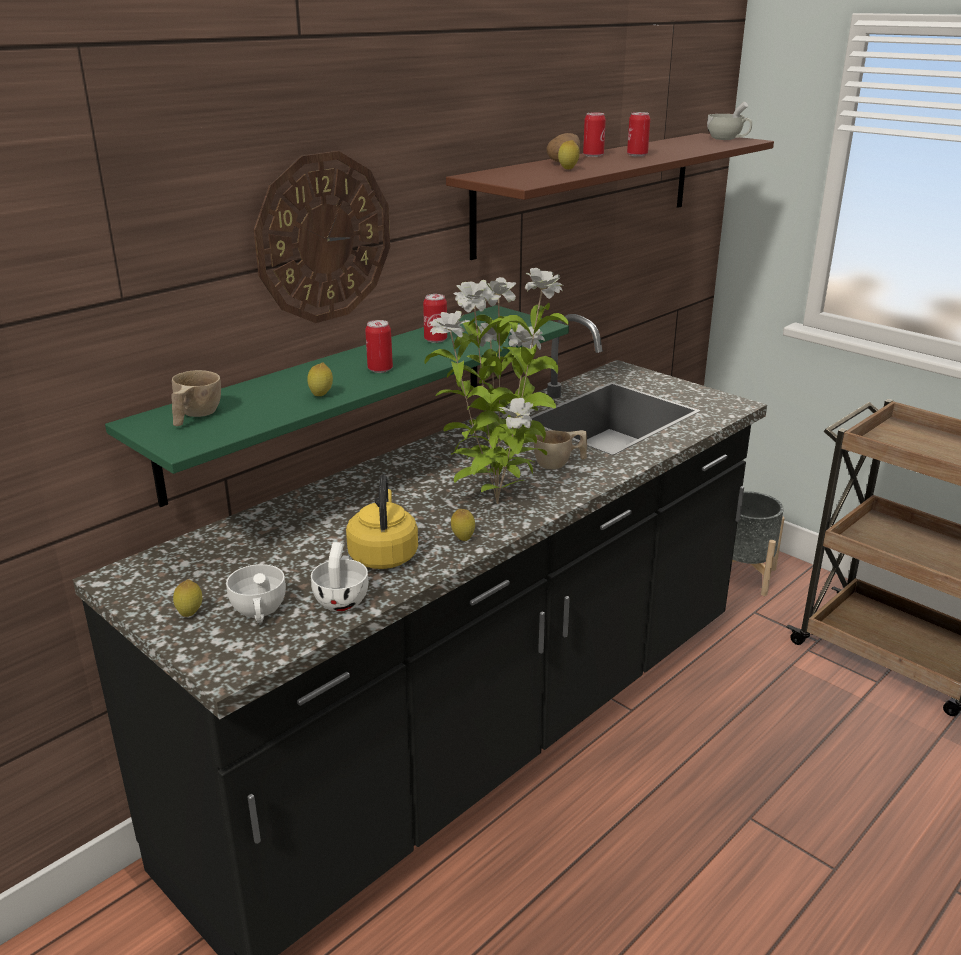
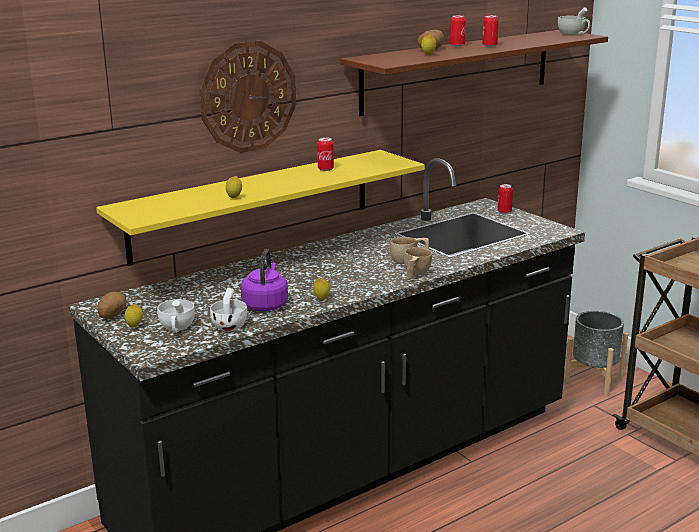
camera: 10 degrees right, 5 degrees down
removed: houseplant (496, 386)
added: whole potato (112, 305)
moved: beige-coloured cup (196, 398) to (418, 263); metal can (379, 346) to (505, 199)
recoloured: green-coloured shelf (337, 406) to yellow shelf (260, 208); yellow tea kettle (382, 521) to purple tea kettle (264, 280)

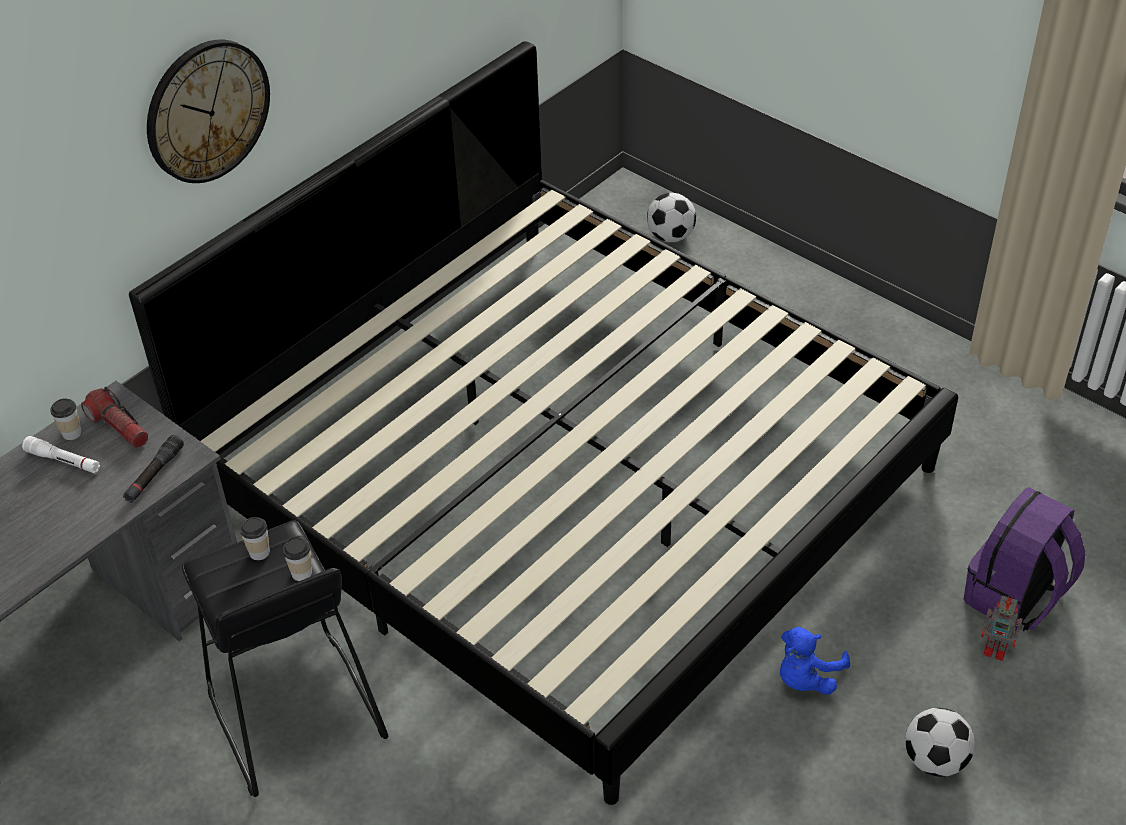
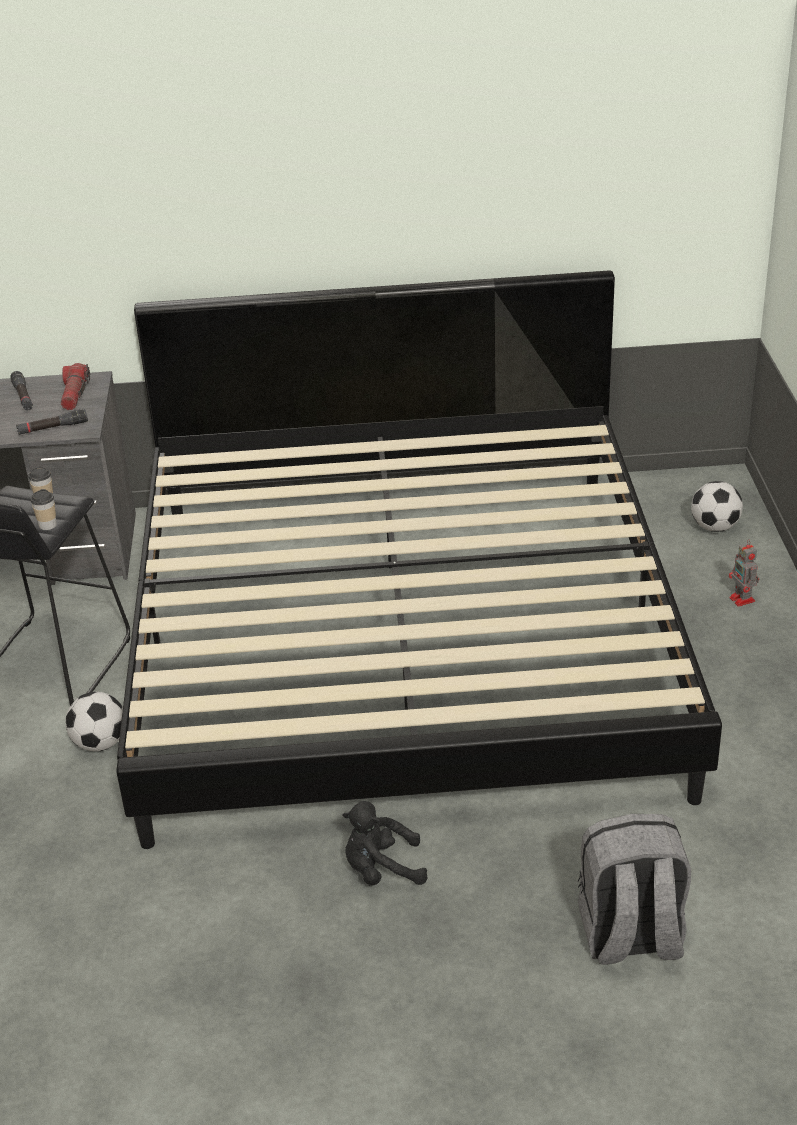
camera: 45 degrees right, 10 degrees down
removed: cup (66, 419); clock on the wall (208, 111)
moved: ball for football (940, 742) to (94, 722); toy robot (1002, 628) to (744, 573)
recoloured: whitish flashlight (61, 454) to black-coloured flashlight (21, 390); bluish cuddly toy (815, 661) to black-coloured cuddly toy (385, 843); purple knapsack (1025, 559) to greyish knapsack (634, 889)

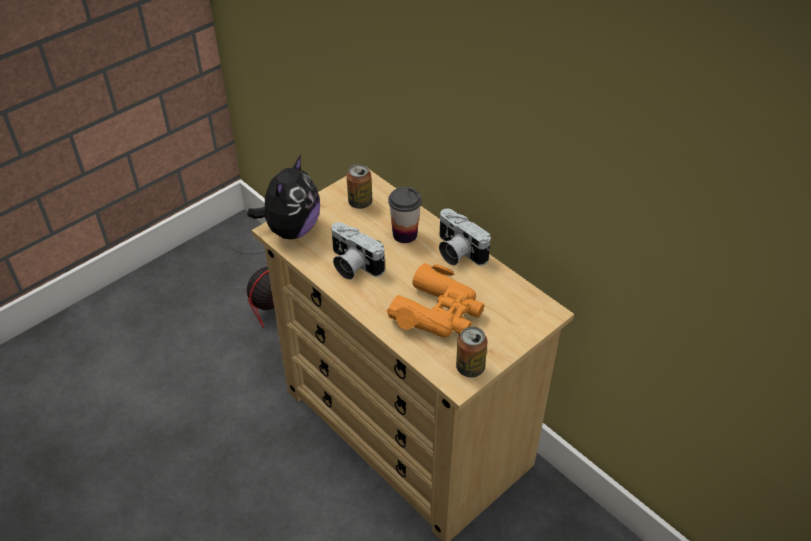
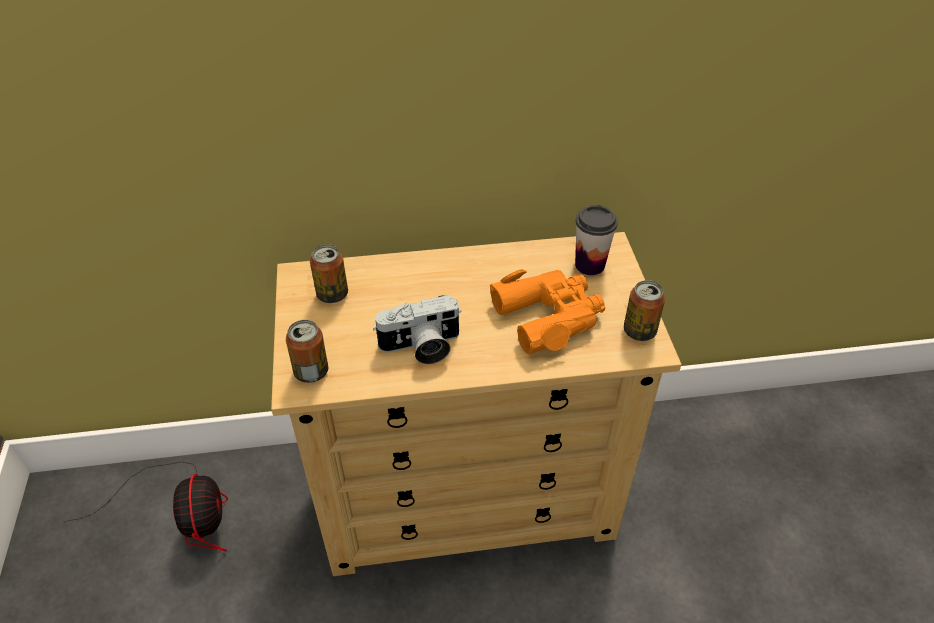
camera: 55 degrees left, 0 degrees up
removed: photo camera (465, 237)
moved: cup (405, 215) to (596, 240)
replaced: cuddly toy (283, 197) to metal can (307, 351)

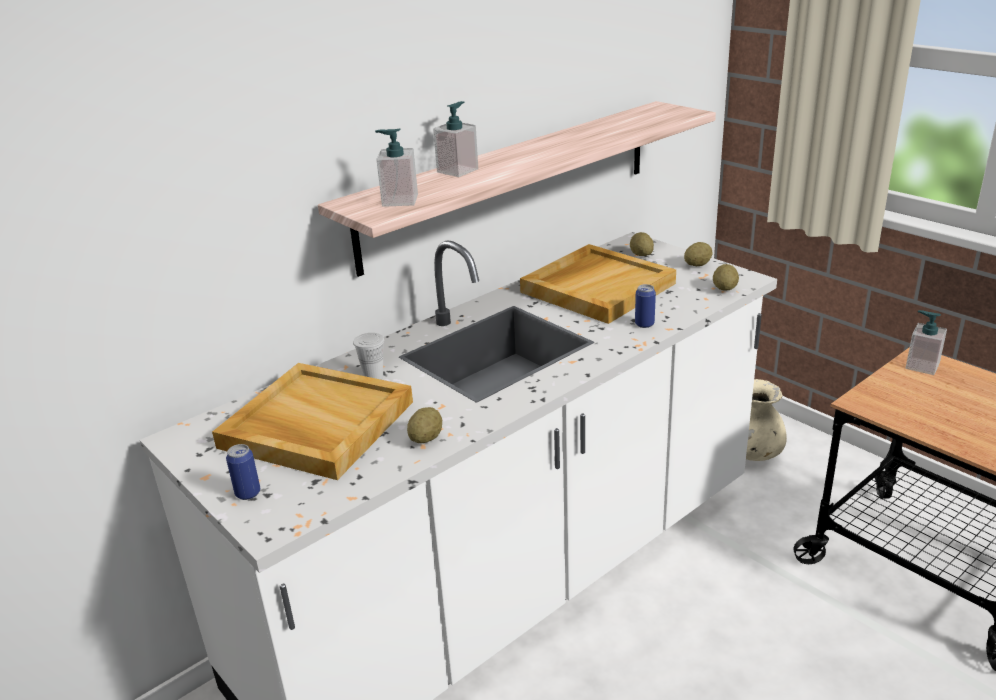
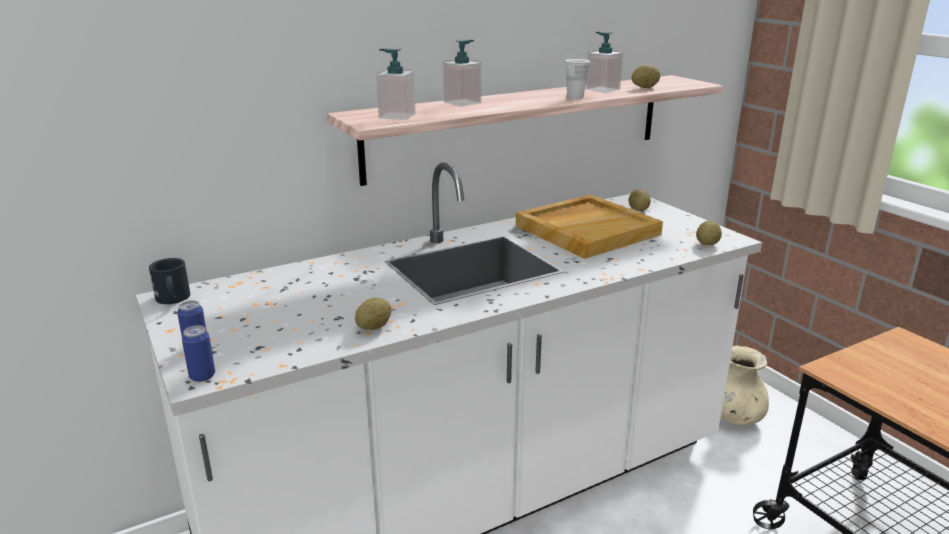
camera: 10 degrees right, 5 degrees down
removed: beige-coloured serving tray (312, 421)
added: black-coloured mug (169, 281)
moved: whitish cup (368, 356) to (577, 79); metal can (645, 306) to (198, 353); whole potato (698, 254) to (646, 76); liquid soap bottle (926, 342) to (604, 62)

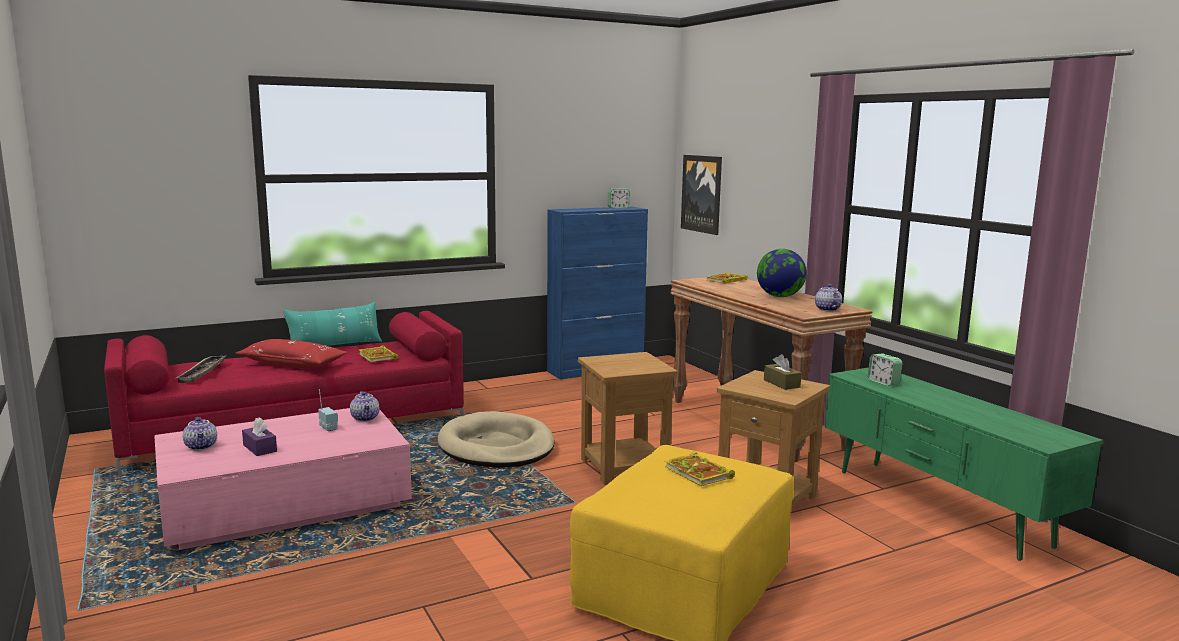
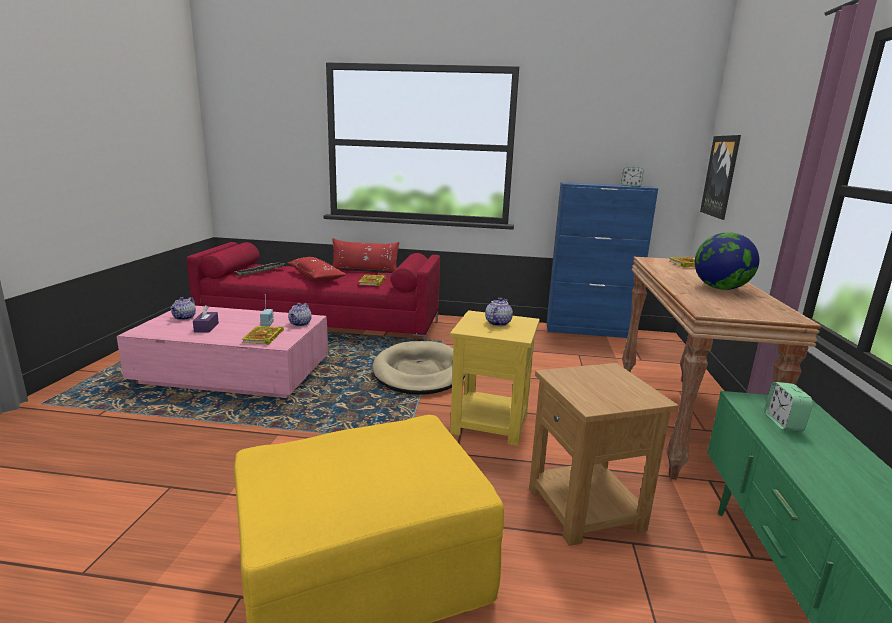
camera: 35 degrees right, 5 degrees up
removed: brown-coloured tissue box (783, 372)
moved: volume (699, 469) to (262, 335); pot for tea (828, 297) to (499, 312)
recoloured: turquoise throw pillow (332, 324) to red throw pillow (365, 255); brown-coloured side table (628, 418) to yellow side table (495, 378)

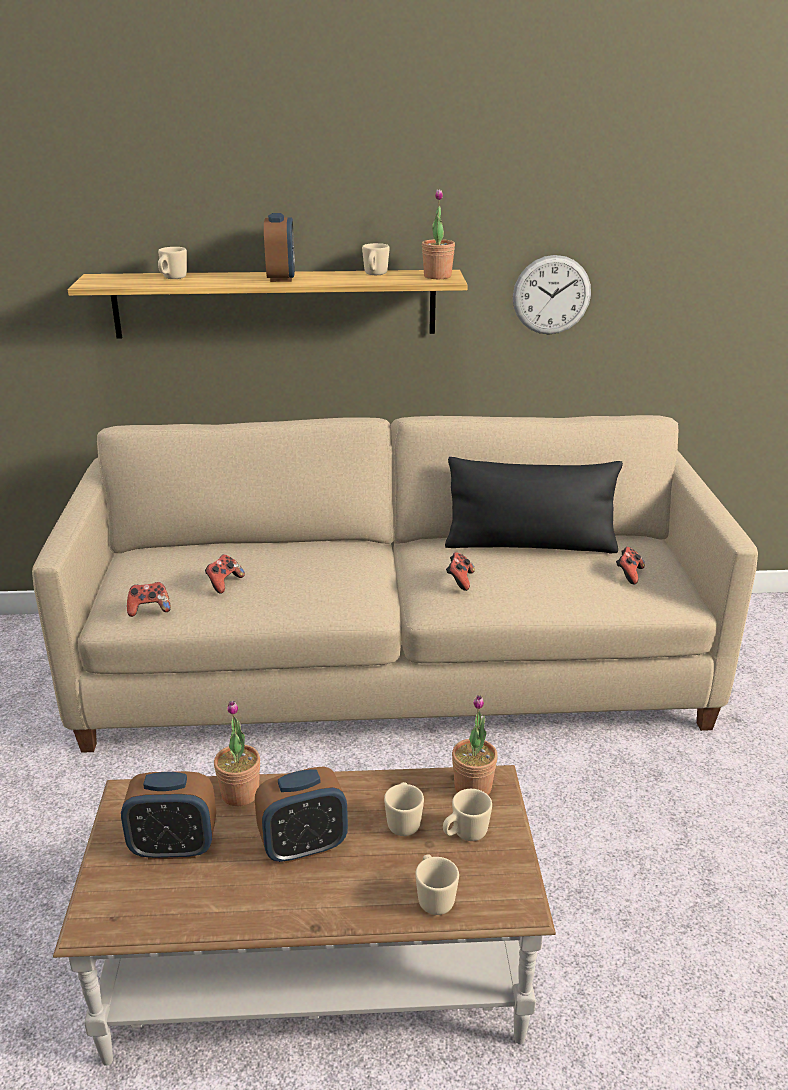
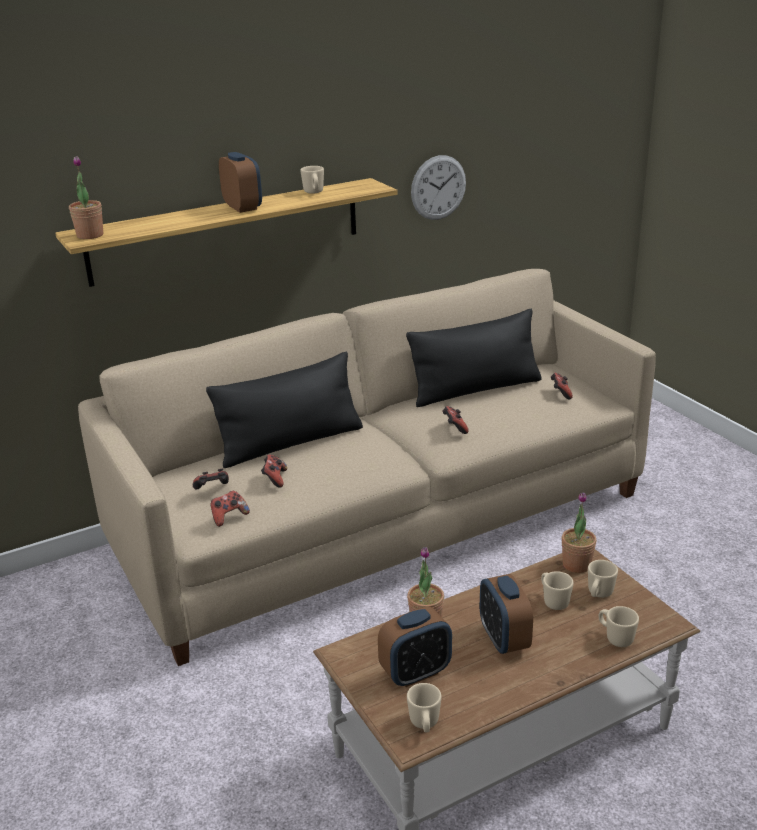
camera: 25 degrees left, 0 degrees up
added: game controller (211, 478); black-coloured throw pillow (284, 410)
moved: beige-coloured mug (172, 263) to (424, 707); houseplant (438, 234) to (86, 197)
turned: bedside clock (301, 814) = (506, 614) 120 degrees clockwise

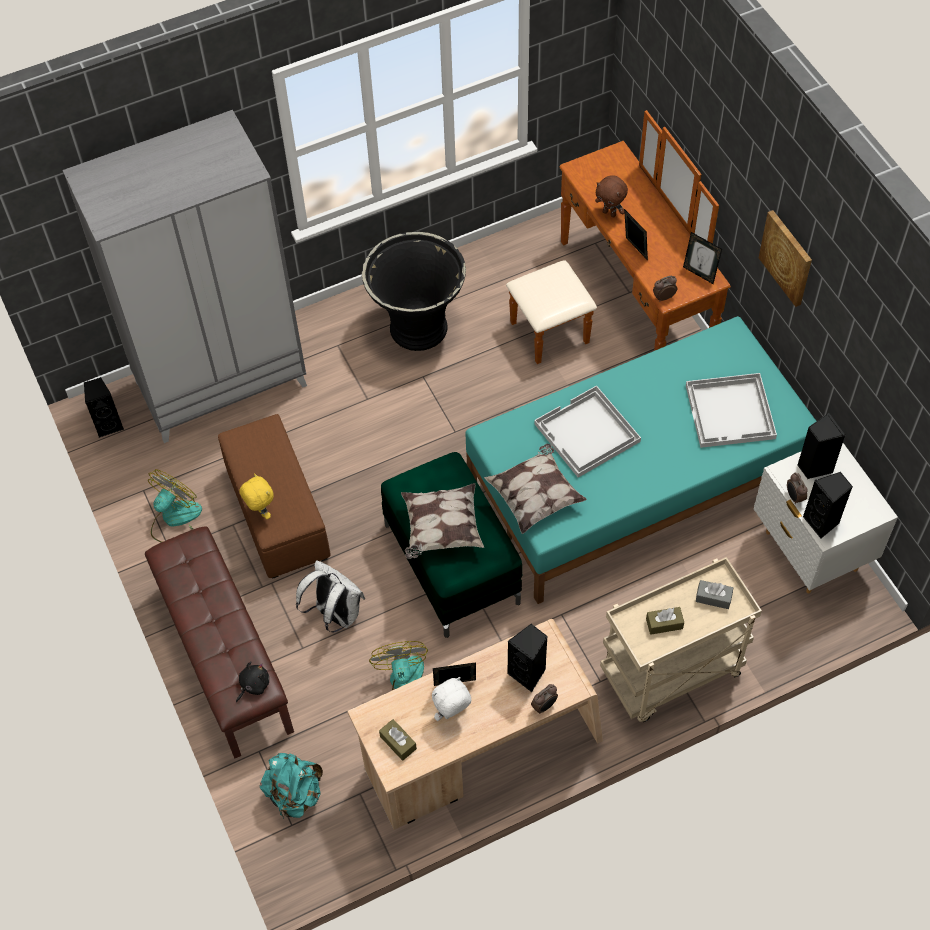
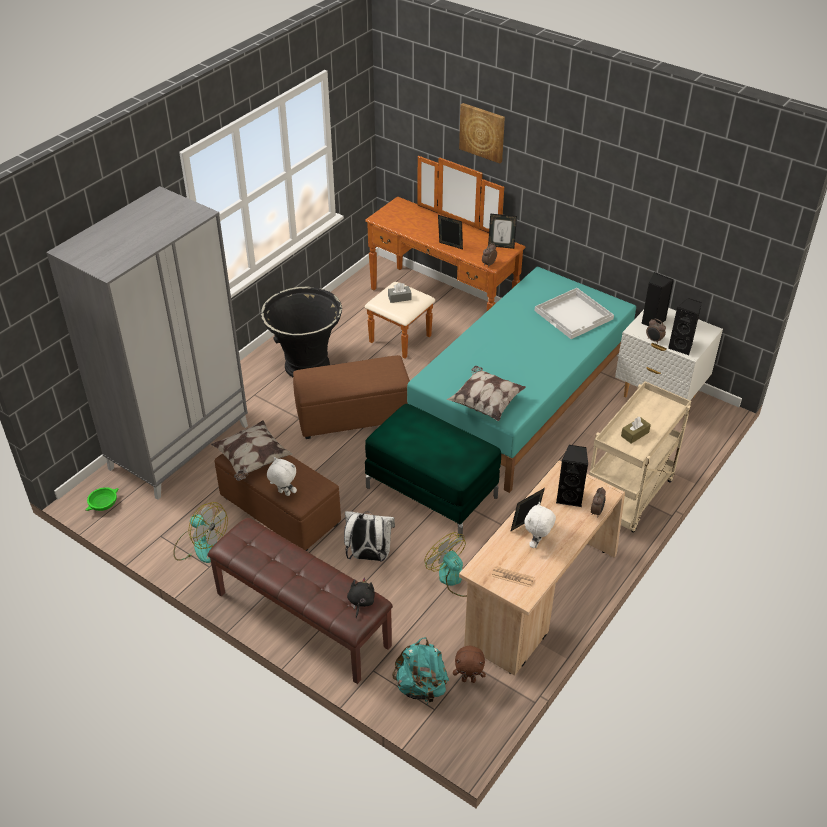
camera: 30 degrees left, 15 degrees down
removed: whitish serving tray (587, 431)
added: brown-coloured footrest (351, 397)
moved: throw pillow (442, 521) to (251, 450); brown-coloured cuddly toy (611, 196) to (469, 664); greyish tissue box (714, 594) to (400, 293); picture (785, 258) to (482, 133)
replaced: black-coloured audio speaker (104, 407) to green-coloured serving bowl (101, 499); brown-coloured tissue box (398, 740) to printed paper (513, 576)
recoloured: yellow cuddly toy (256, 496) to whitish cuddly toy (282, 476)
turned: cooling fan (175, 506) = (200, 532) 120 degrees clockwise

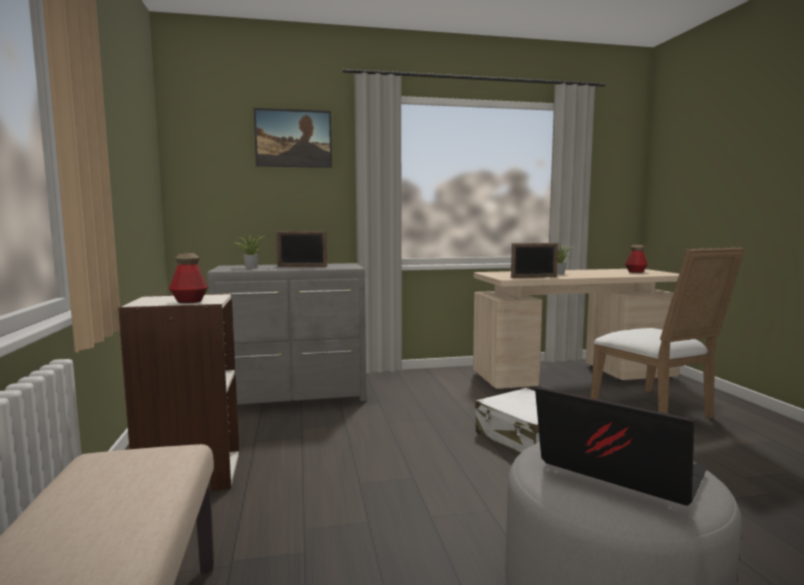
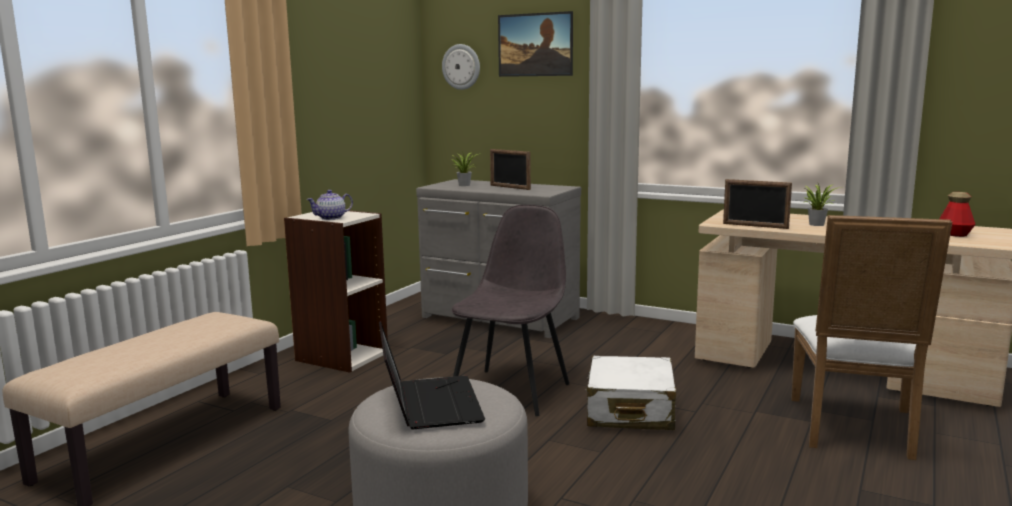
camera: 40 degrees right, 5 degrees up
added: clock on the wall (461, 67); greyish plain chair (510, 310)
replaced: drink bottle (188, 278) to pot for tea (329, 205)

